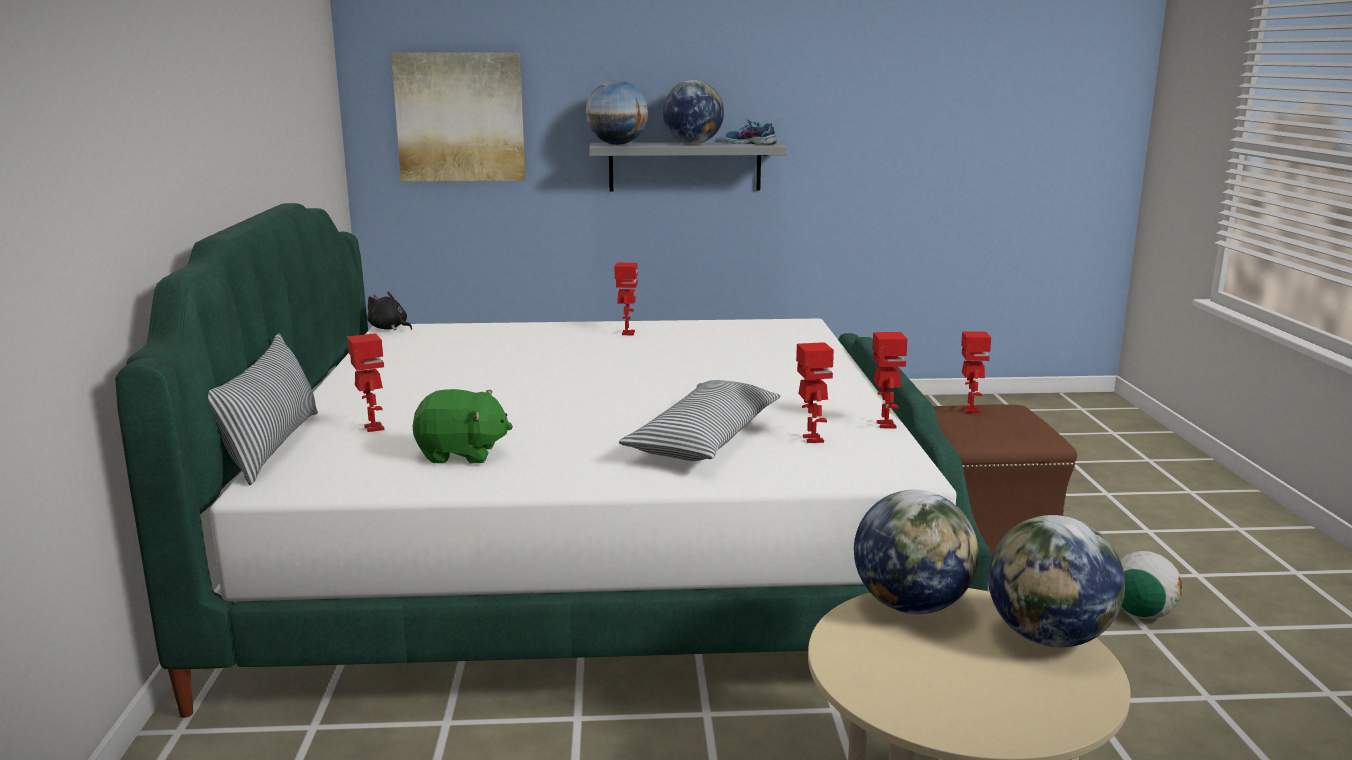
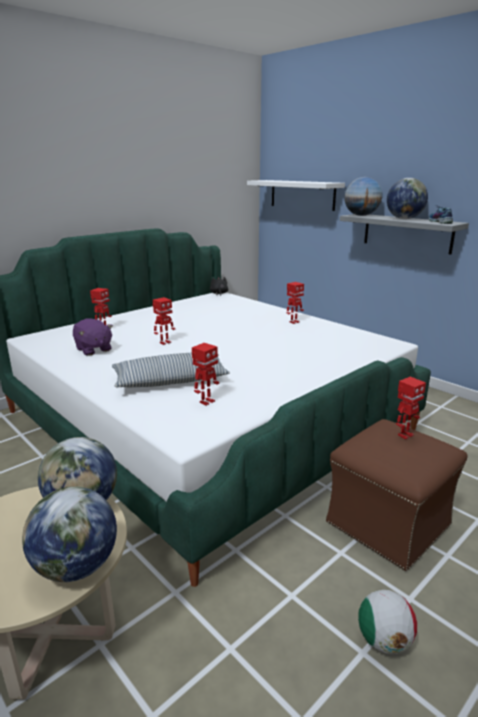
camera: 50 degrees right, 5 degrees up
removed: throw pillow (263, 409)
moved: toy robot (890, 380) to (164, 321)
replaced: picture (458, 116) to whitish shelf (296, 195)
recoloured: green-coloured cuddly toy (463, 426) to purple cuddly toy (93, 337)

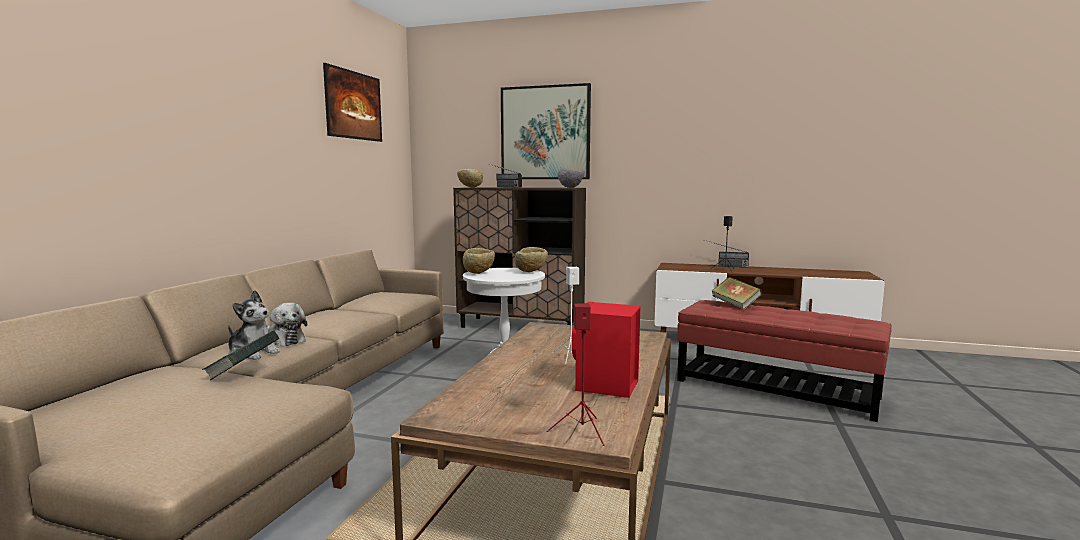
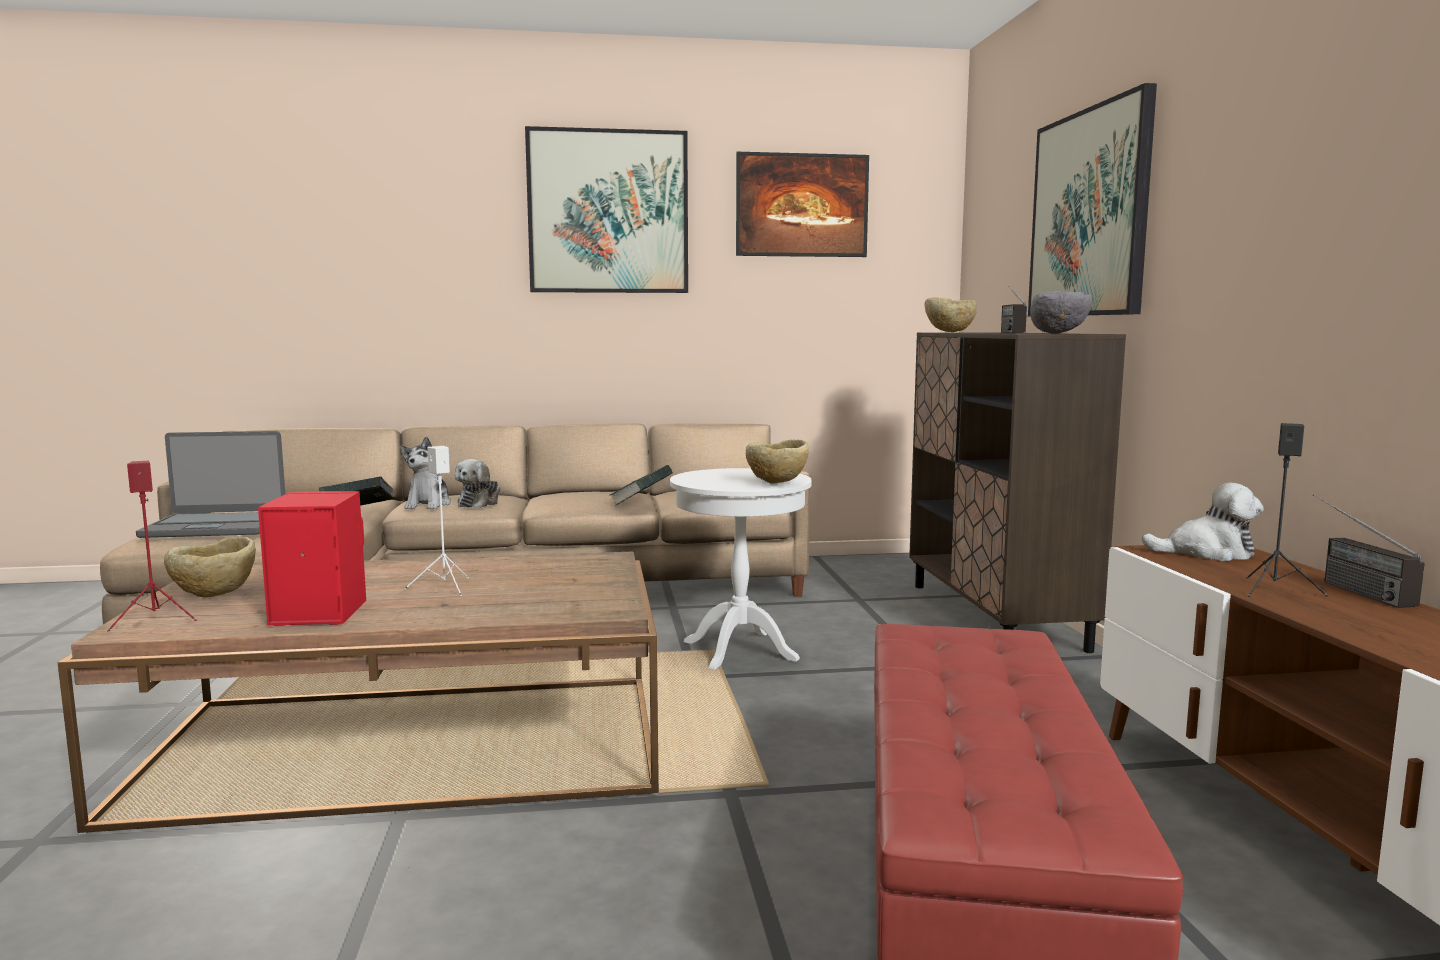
camera: 65 degrees right, 0 degrees up
added: laptop (210, 484); picture (606, 209); cuddly toy (1203, 521)
moved: beige-coloured serving bowl (479, 261) to (210, 567); volume (737, 293) to (641, 485)

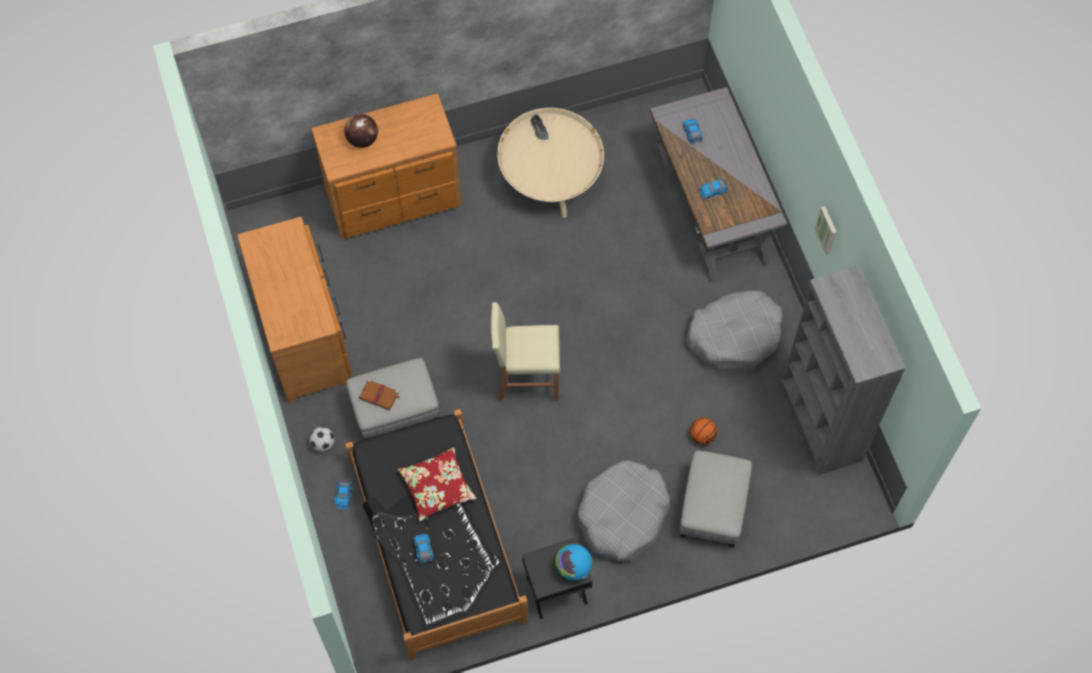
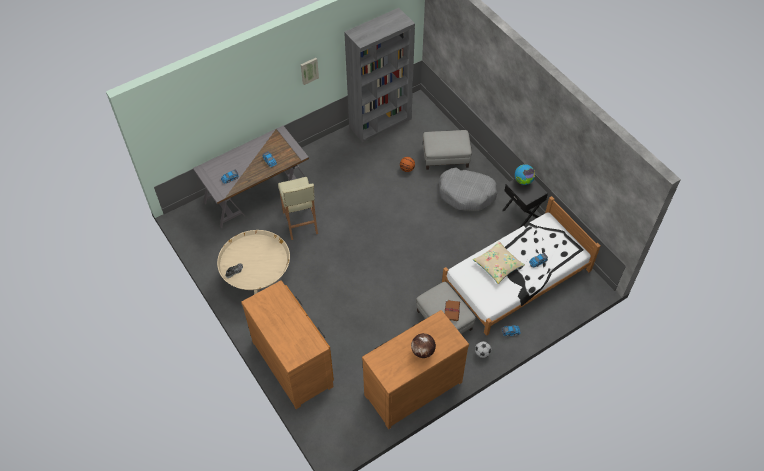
camera: 105 degrees left, 10 degrees down
removed: greyish dog bed (734, 330)
moved: desk globe (361, 131) to (423, 345); beige-coloured stool seat (525, 351) to (298, 208)
recoloured: black-coloured bedroom bed (436, 535) to whitish bedroom bed (521, 266); red throw pillow (437, 484) to beige-coloured throw pillow (499, 262)

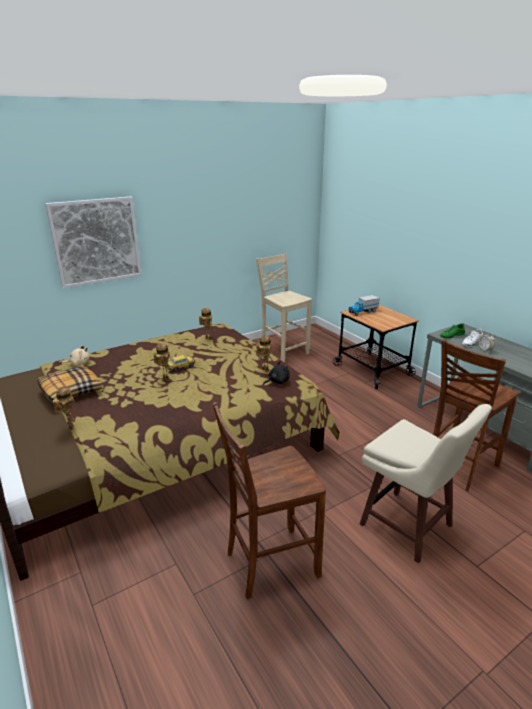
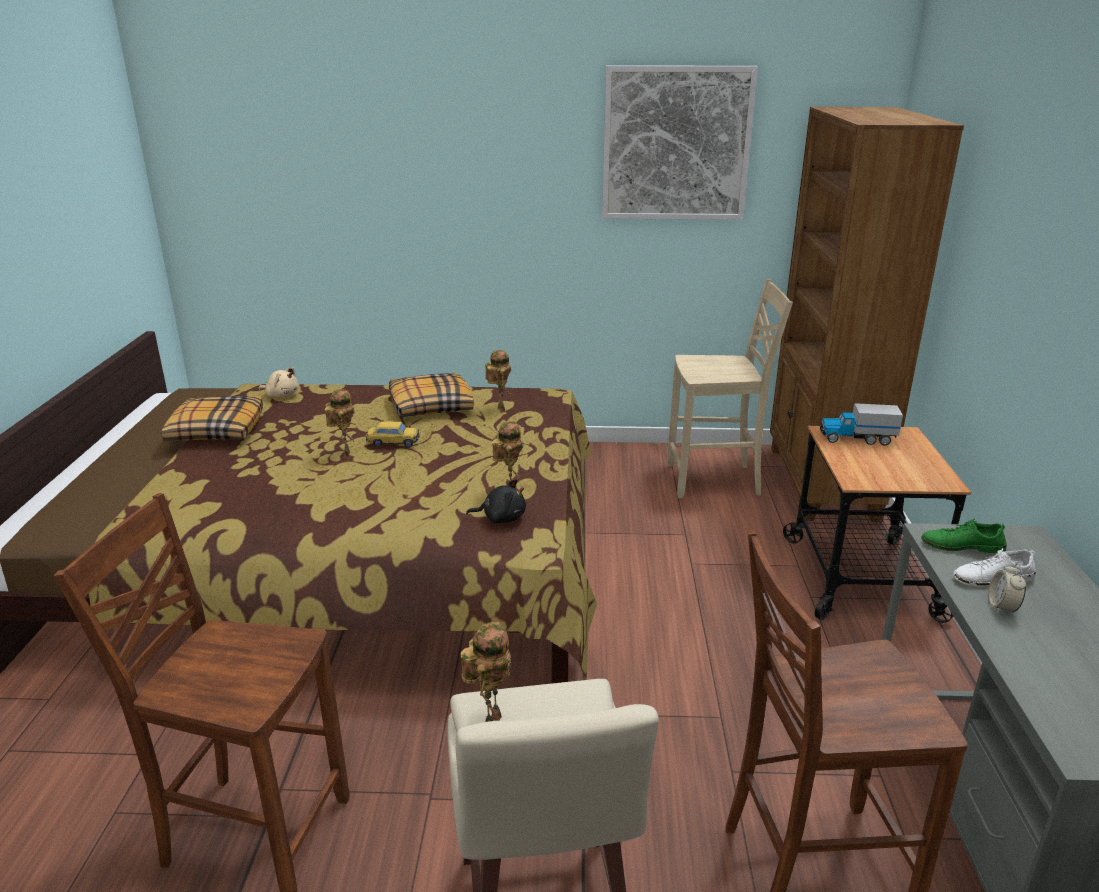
camera: 35 degrees right, 0 degrees up
added: throw pillow (431, 395); brown-coloured shelving unit (867, 314)
moved: picture (93, 242) to (680, 142); toy robot (63, 408) to (485, 672)
turned: beige-coloured plain chair (284, 308) = (730, 388) 90 degrees clockwise

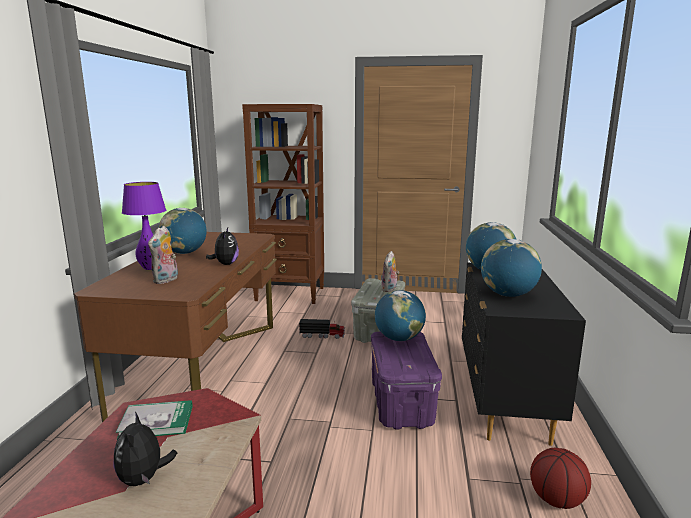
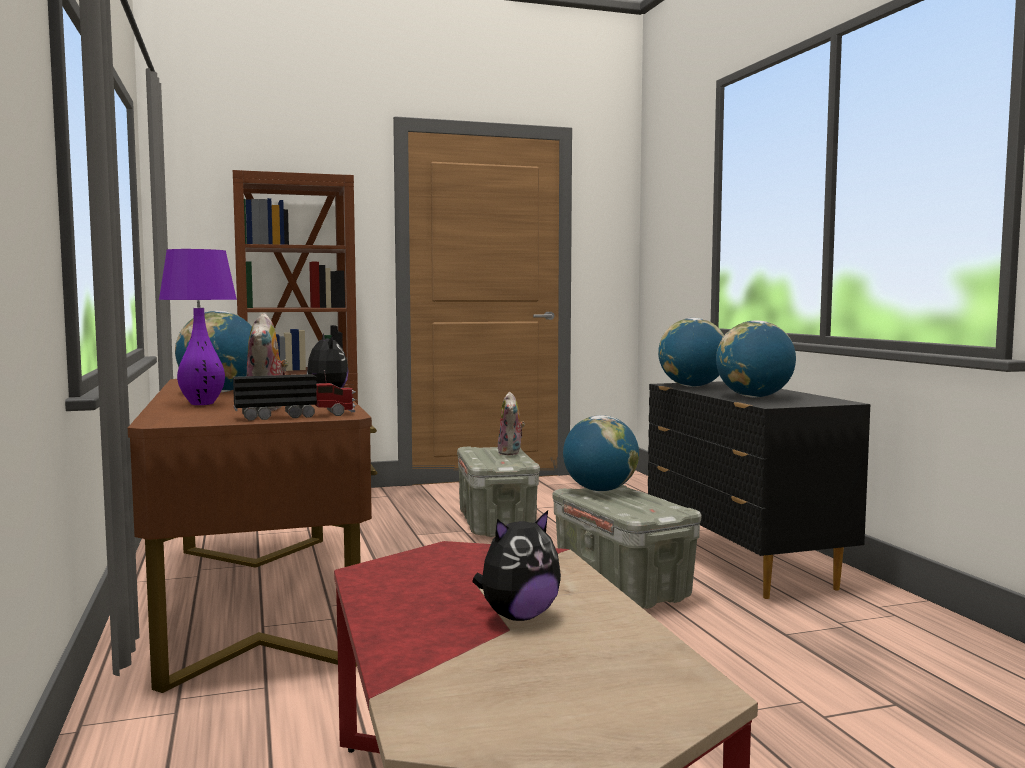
camera: 25 degrees left, 10 degrees down
removed: volume (154, 419); basketball ball (560, 478)
moved: toy lorry (322, 329) to (294, 395)
recoloured: purple storage bin (406, 381) to greyish storage bin (627, 547)
turned: cuddly toy (145, 449) = (516, 565) 90 degrees counterclockwise

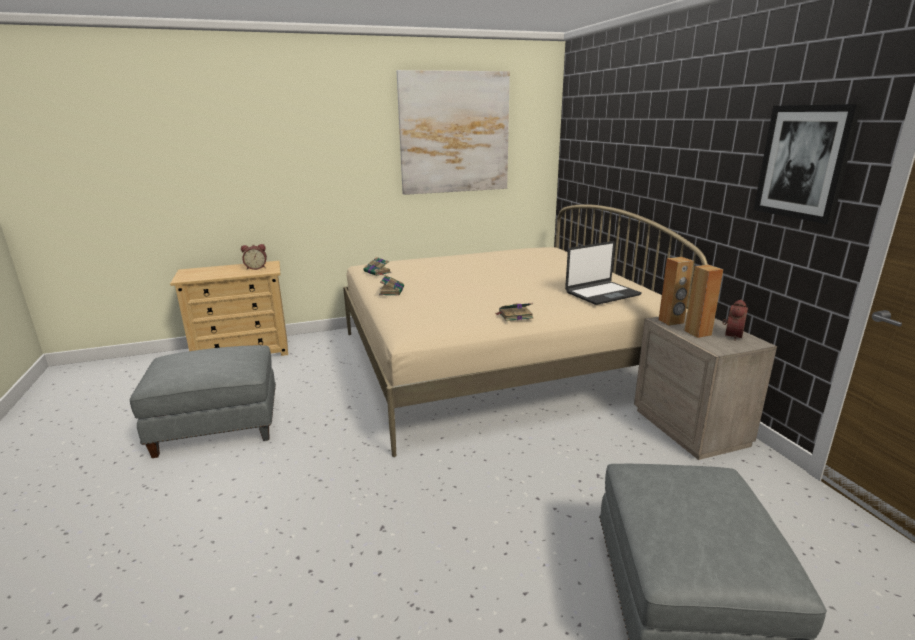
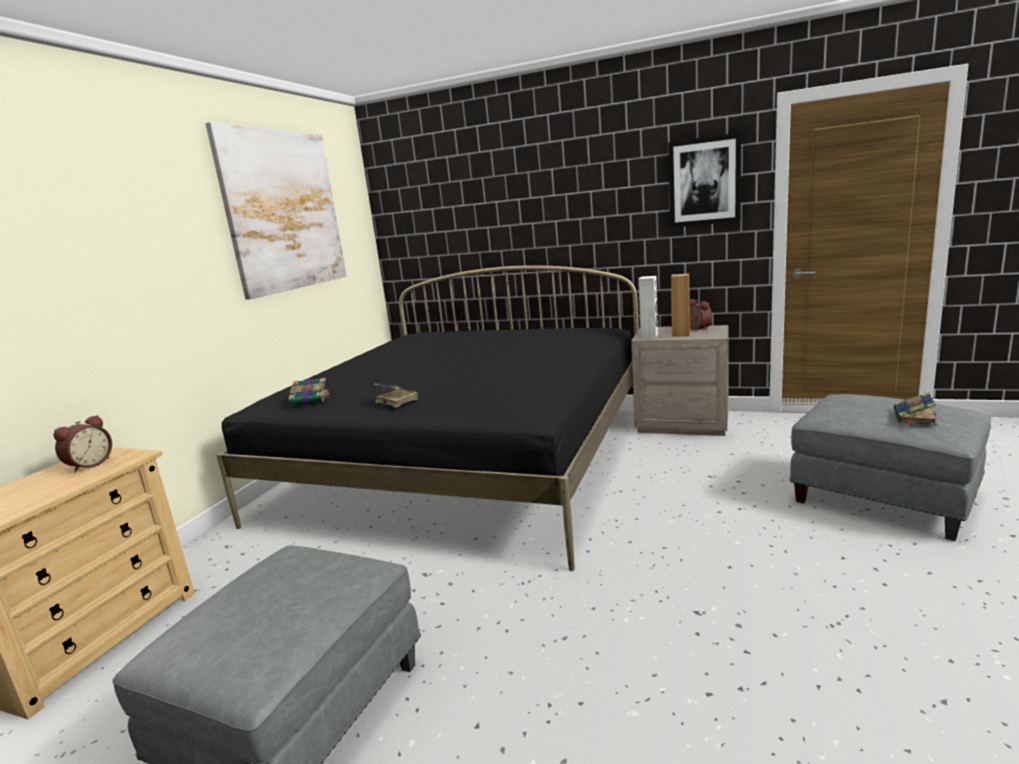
camera: 50 degrees left, 5 degrees down
removed: laptop (603, 273)
moved: volume (514, 312) to (916, 409)
recoloured: beige-coloured bedroom bed (525, 330) to black-coloured bedroom bed (427, 418); brown-coloured audio speaker (676, 291) to whitish audio speaker (648, 307)

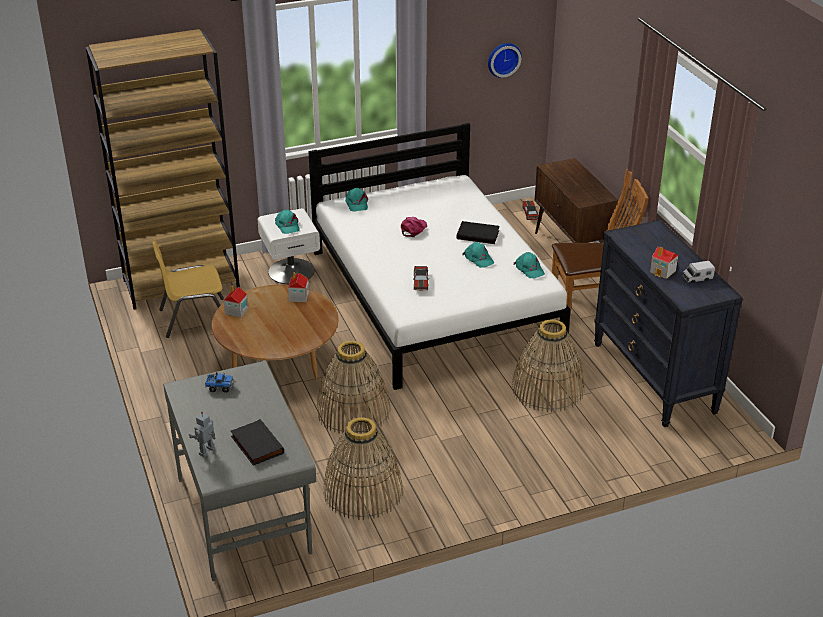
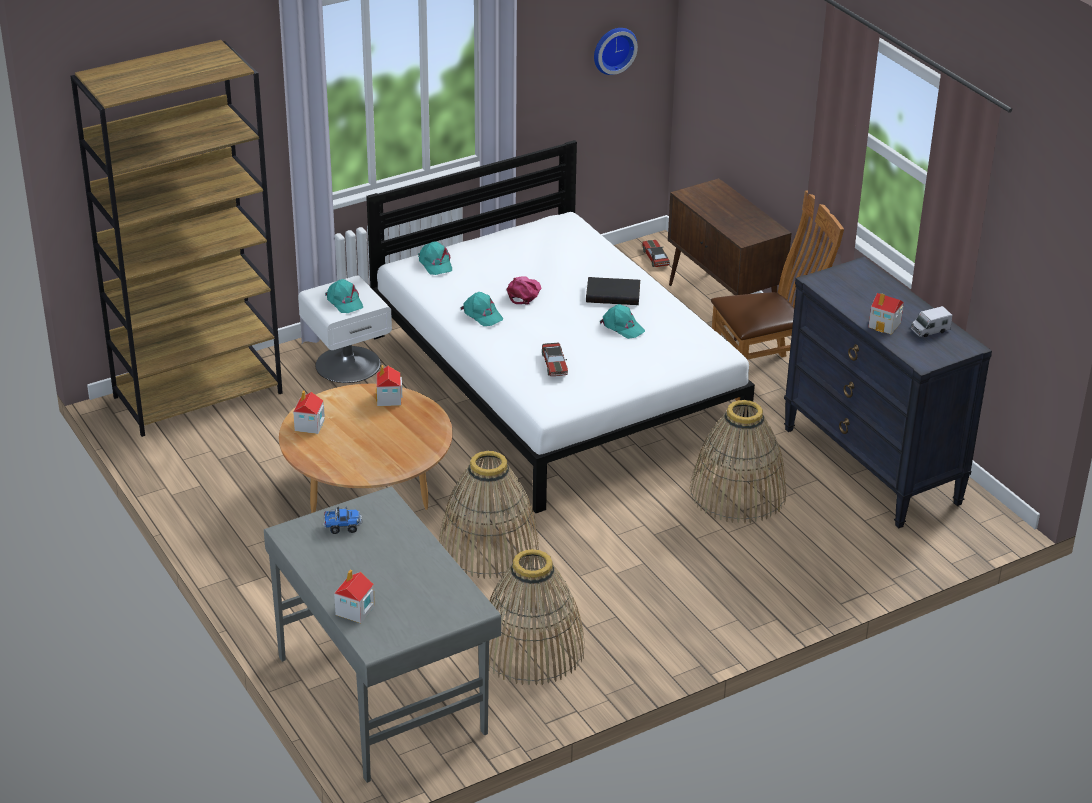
camera: 10 degrees left, 0 degrees up
removed: yellow plain chair (188, 289); black-coloured volume (257, 442)
moved: turquoise peaked cap (529, 265) to (481, 309)
replaced: toy robot (202, 434) to miniature house (354, 596)

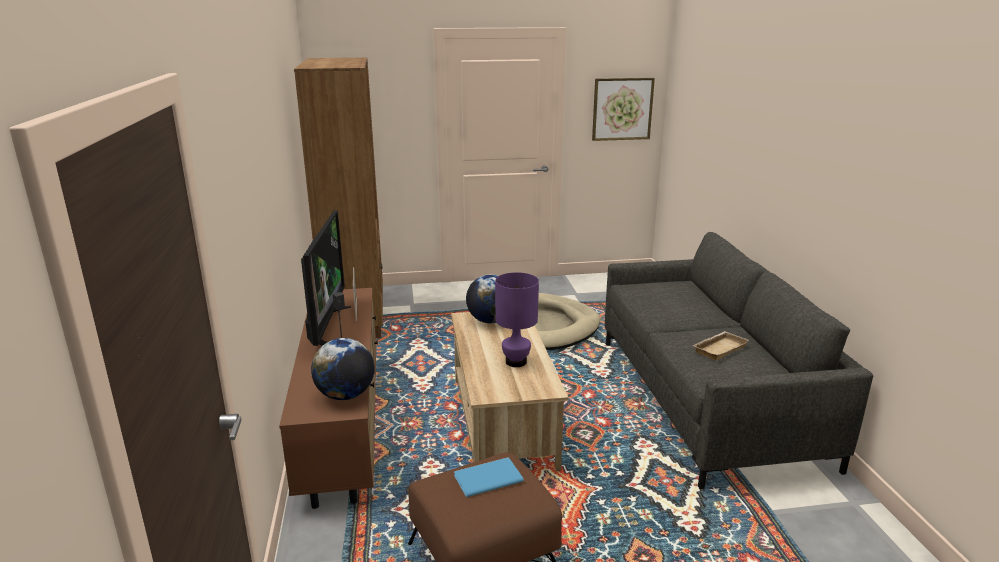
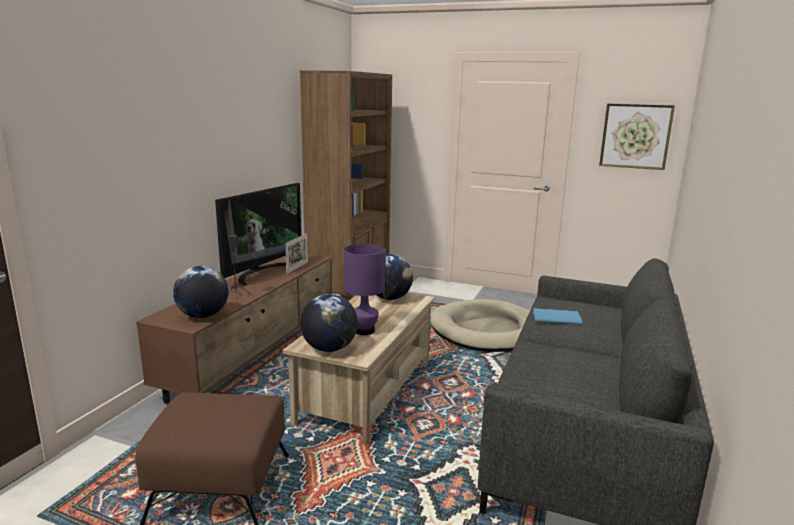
camera: 30 degrees right, 5 degrees down
removed: beige-coloured serving tray (720, 346)
added: desk globe (329, 323)
moved: bluish volume (489, 477) to (558, 316)

